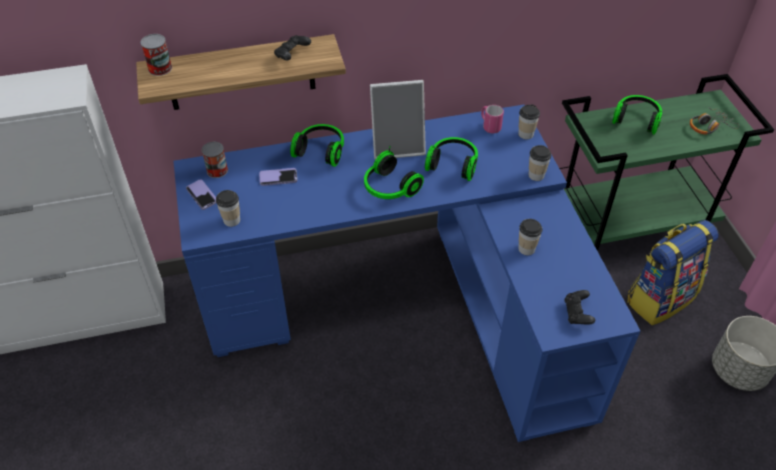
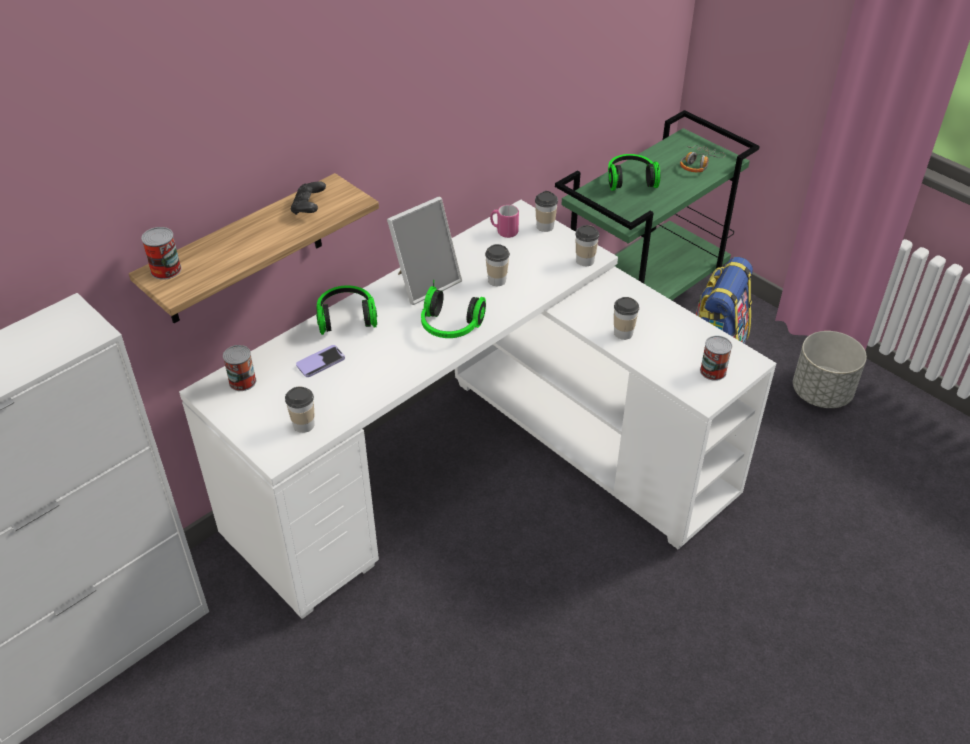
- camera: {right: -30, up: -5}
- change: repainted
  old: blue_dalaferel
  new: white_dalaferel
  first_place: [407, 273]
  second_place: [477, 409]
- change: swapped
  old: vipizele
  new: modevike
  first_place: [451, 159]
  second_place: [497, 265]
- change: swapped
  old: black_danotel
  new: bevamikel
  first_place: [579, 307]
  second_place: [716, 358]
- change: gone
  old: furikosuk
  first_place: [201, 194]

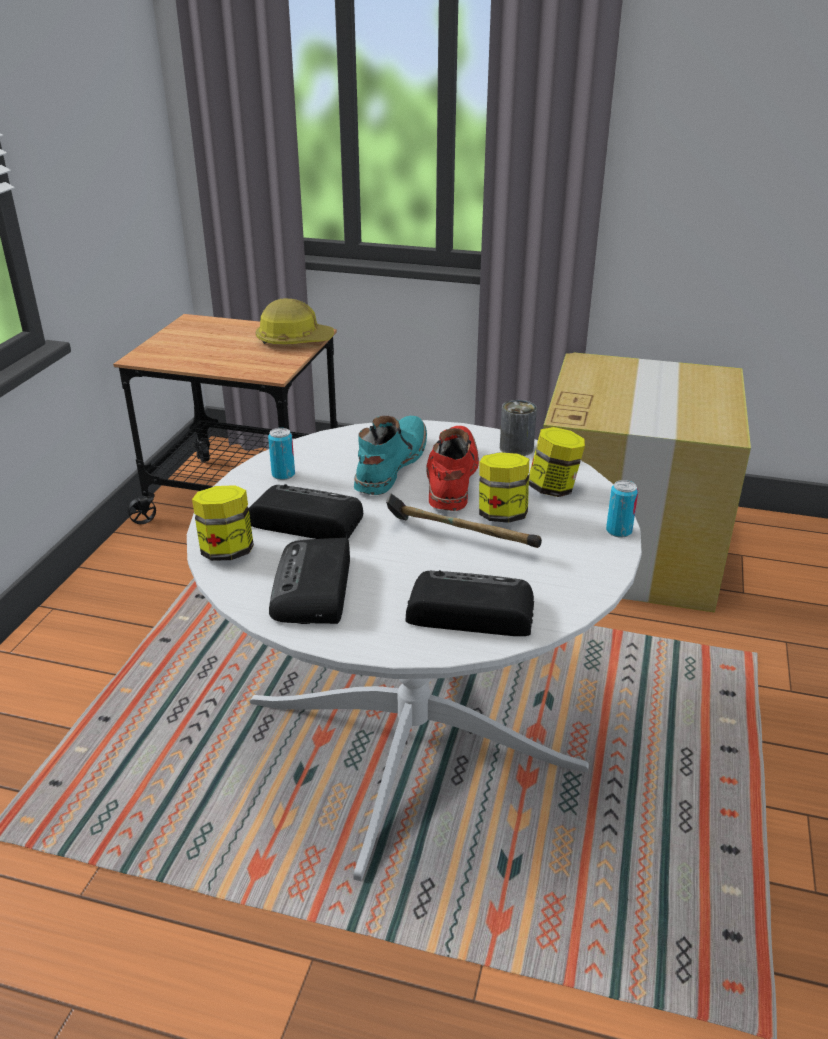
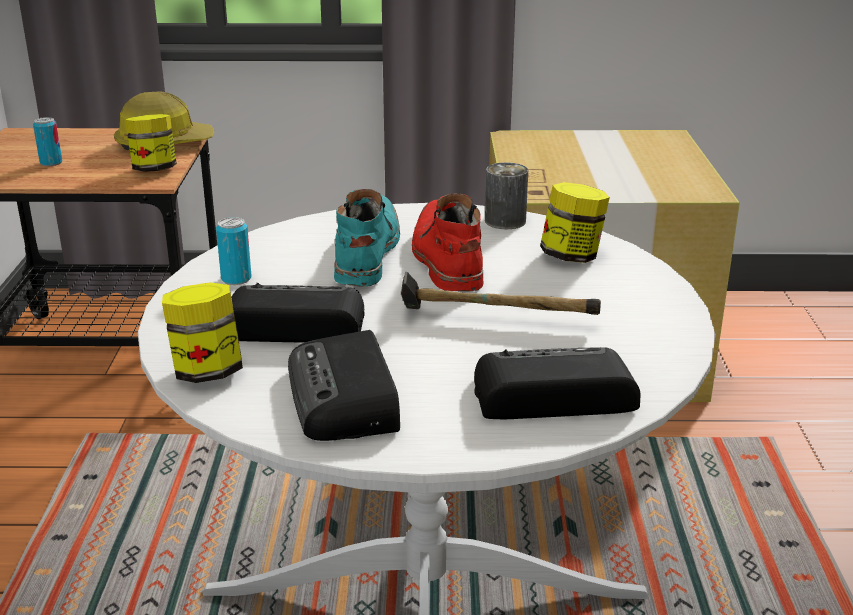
- camera: {right: -15, up: -5}
- change: shifted
  old: bevamikel
  first_place: [622, 509]
  second_place: [47, 141]
- change: shifted
  old: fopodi
  first_place: [504, 487]
  second_place: [151, 143]

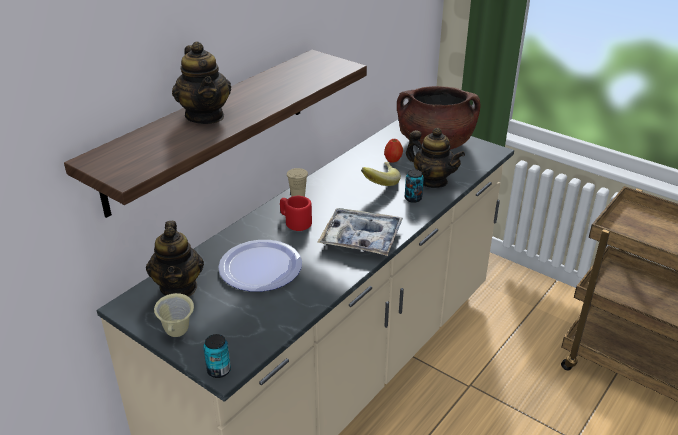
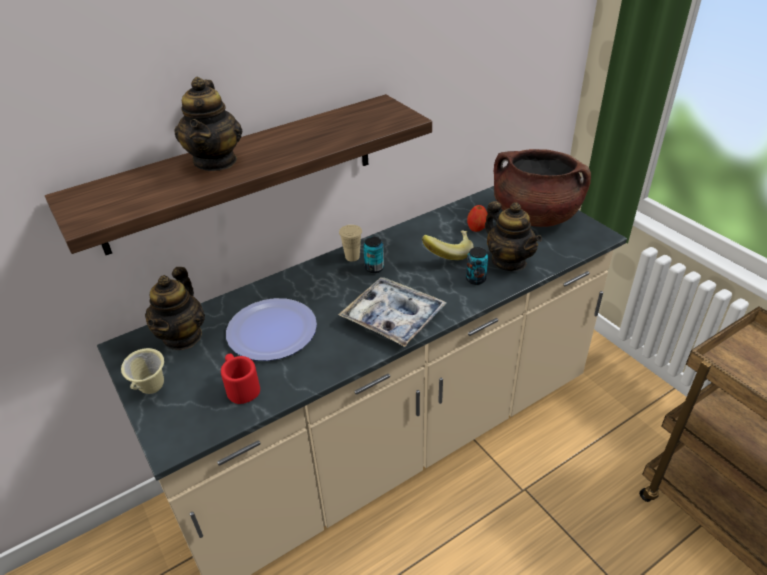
- camera: {right: 20, up: 5}
- change: shifted
  old: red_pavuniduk
  first_place: [296, 213]
  second_place: [240, 379]
- change: shifted
  old: bevamikel
  first_place: [217, 356]
  second_place: [373, 255]

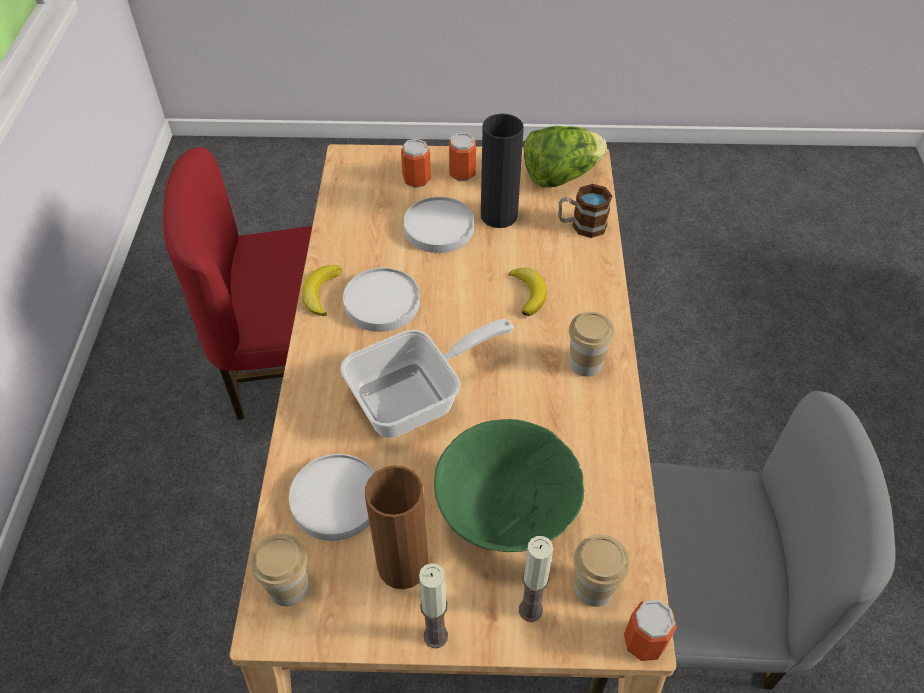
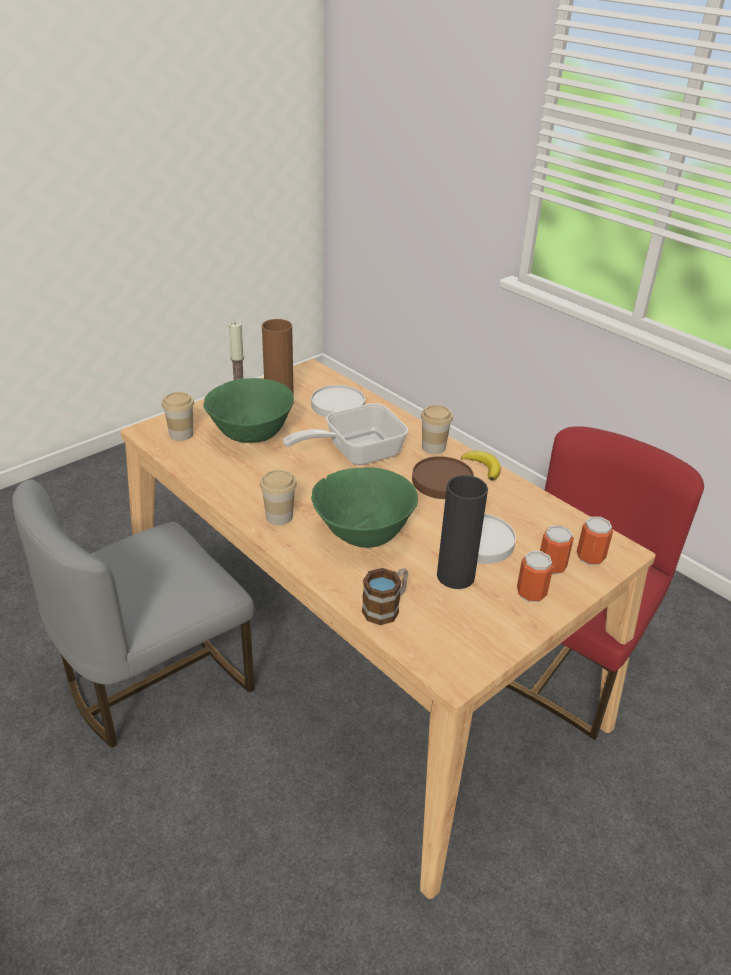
- camera: {right: 135, up: -15}
- change: rotated
  old: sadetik
  first_place: [427, 378]
  second_place: [345, 434]
  degrees: 45
- change: swapped
  old: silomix
  new: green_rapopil
  first_place: [527, 292]
  second_place: [364, 507]
- change: repainted
  old: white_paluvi
  new: brown_paluvi
  first_place: [381, 300]
  second_place: [443, 477]
- change: shifted
  old: modevike
  first_place: [280, 570]
  second_place: [437, 429]
- change: shifted
  old: bevamikel
  first_place: [650, 630]
  second_place: [595, 541]
- change: gone
  old: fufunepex
  first_place: [536, 579]
- change: gone
  old: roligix
  first_place: [565, 156]

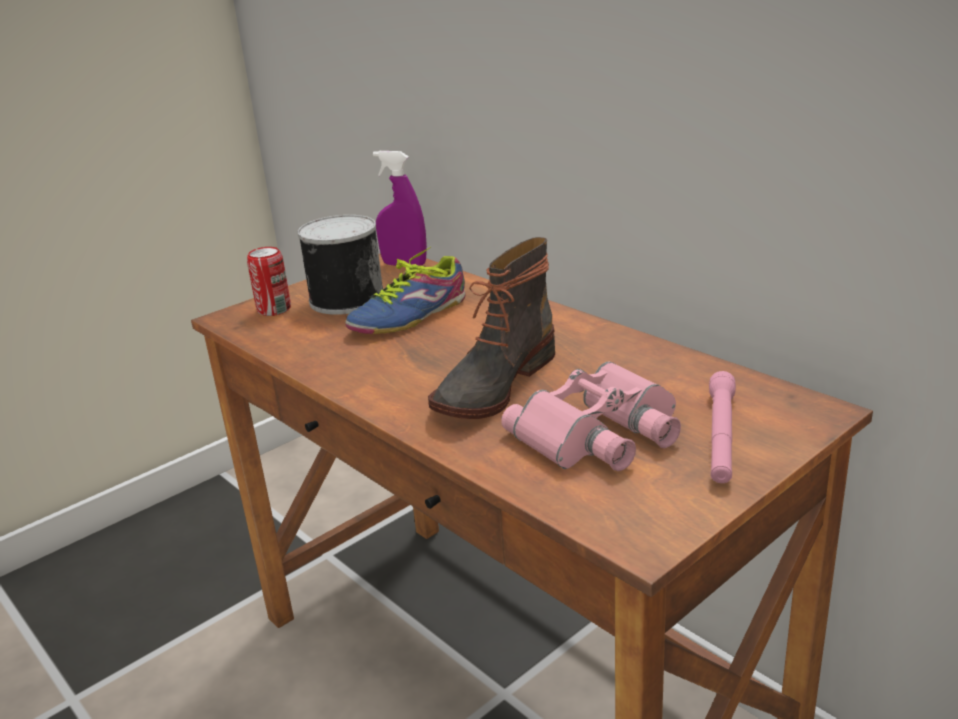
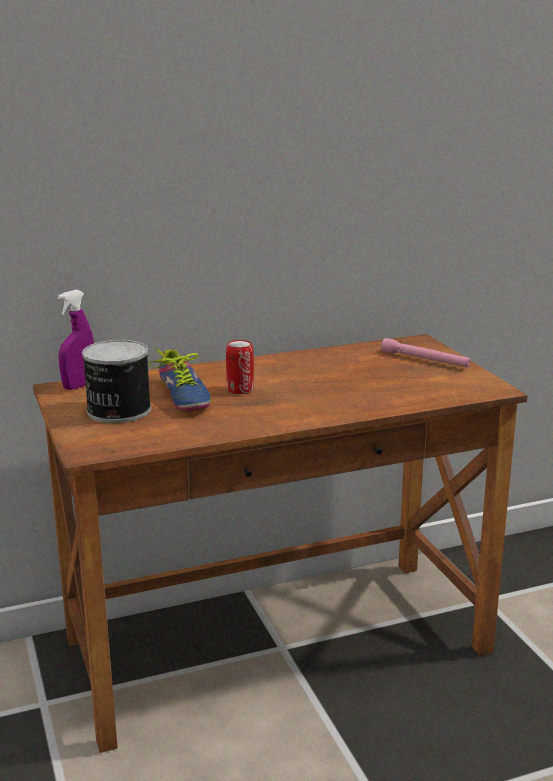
- camera: {right: -70, up: -5}
- change: shifted
  old: bevamikel
  first_place: [269, 281]
  second_place: [240, 367]
- change: gone
  old: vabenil
  first_place: [491, 328]
- change: gone
  old: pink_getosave
  first_place: [591, 416]

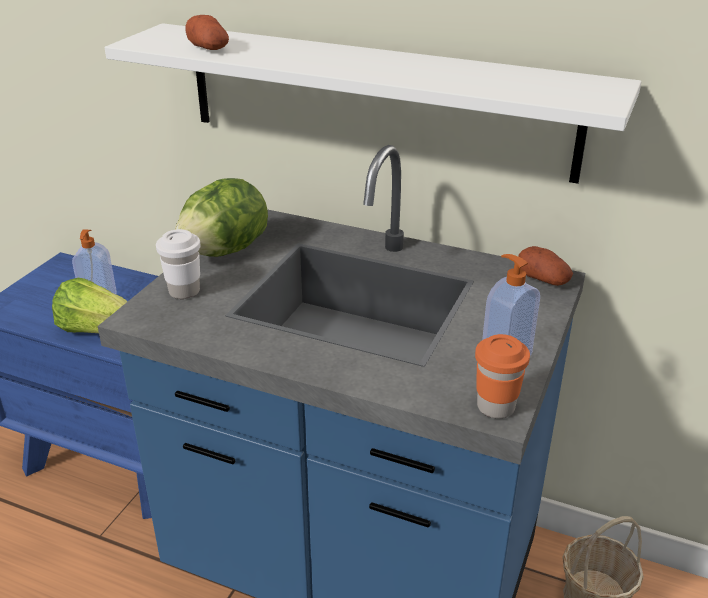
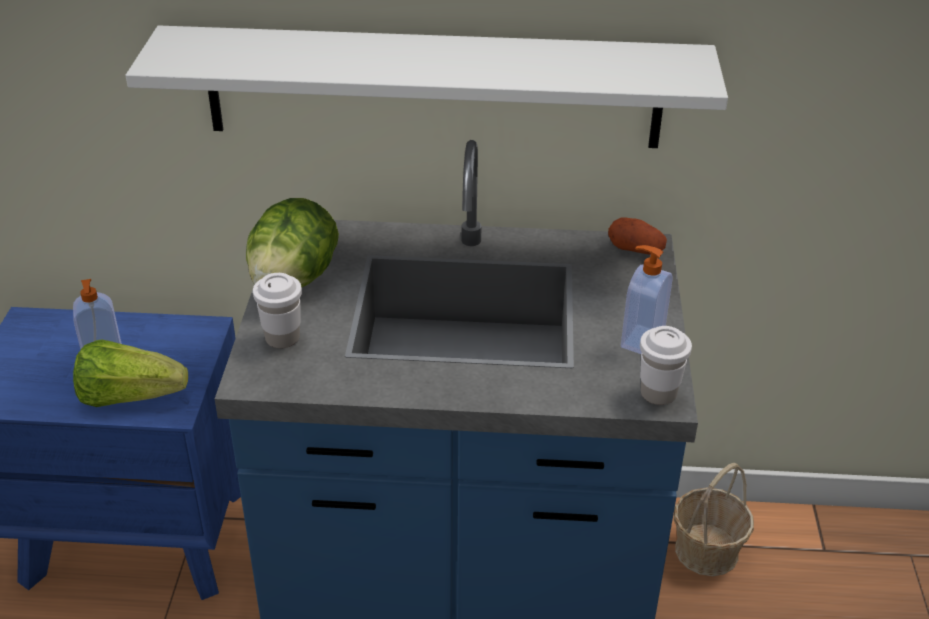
- camera: {right: -20, up: 5}
- change: repainted
  old: orange_modevike
  new: white_modevike
  first_place: [502, 376]
  second_place: [666, 365]
- change: gone
  old: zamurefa
  first_place: [207, 32]

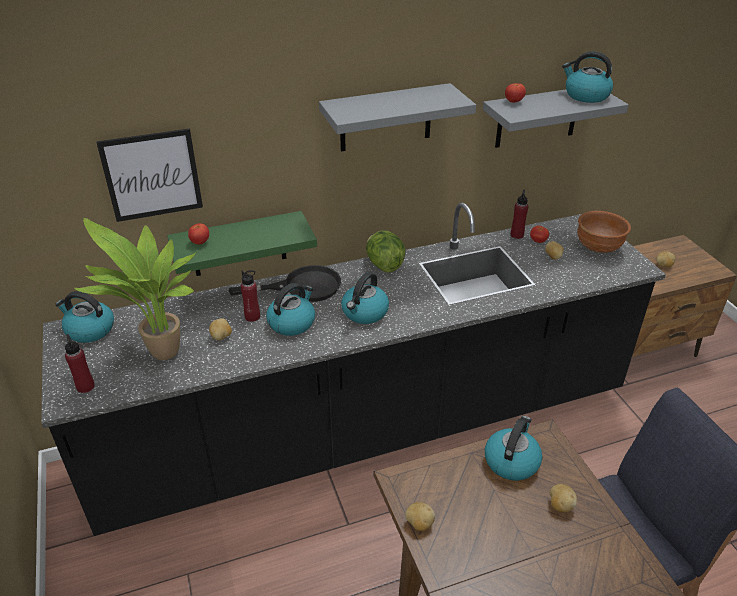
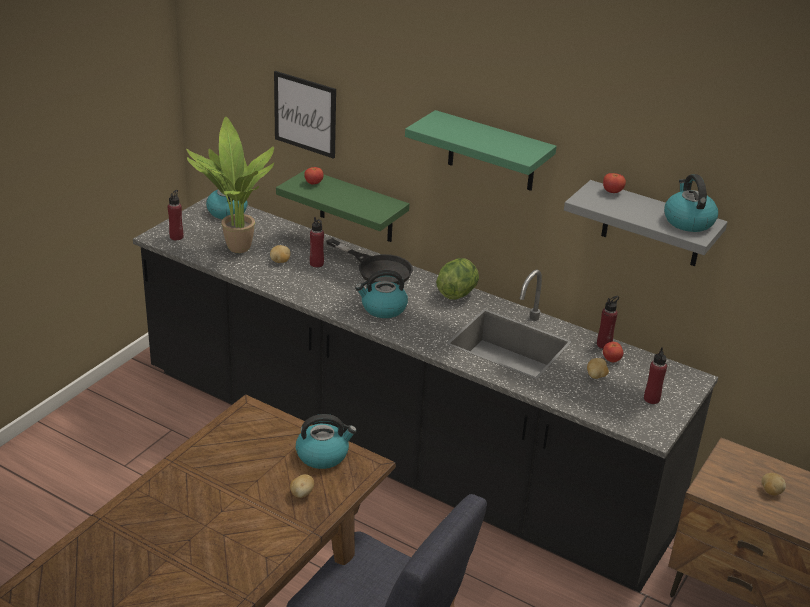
- camera: {right: 50, up: -5}
- change: repainted
  old: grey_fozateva
  new: green_fozateva
  first_place: [397, 117]
  second_place: [481, 150]
- change: swapped
  old: brown_rapopil
  new: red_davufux
  first_place: [604, 232]
  second_place: [655, 375]
- change: gone
  old: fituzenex
  first_place: [290, 309]
- change: gone
  old: zamurefa
  first_place: [420, 516]

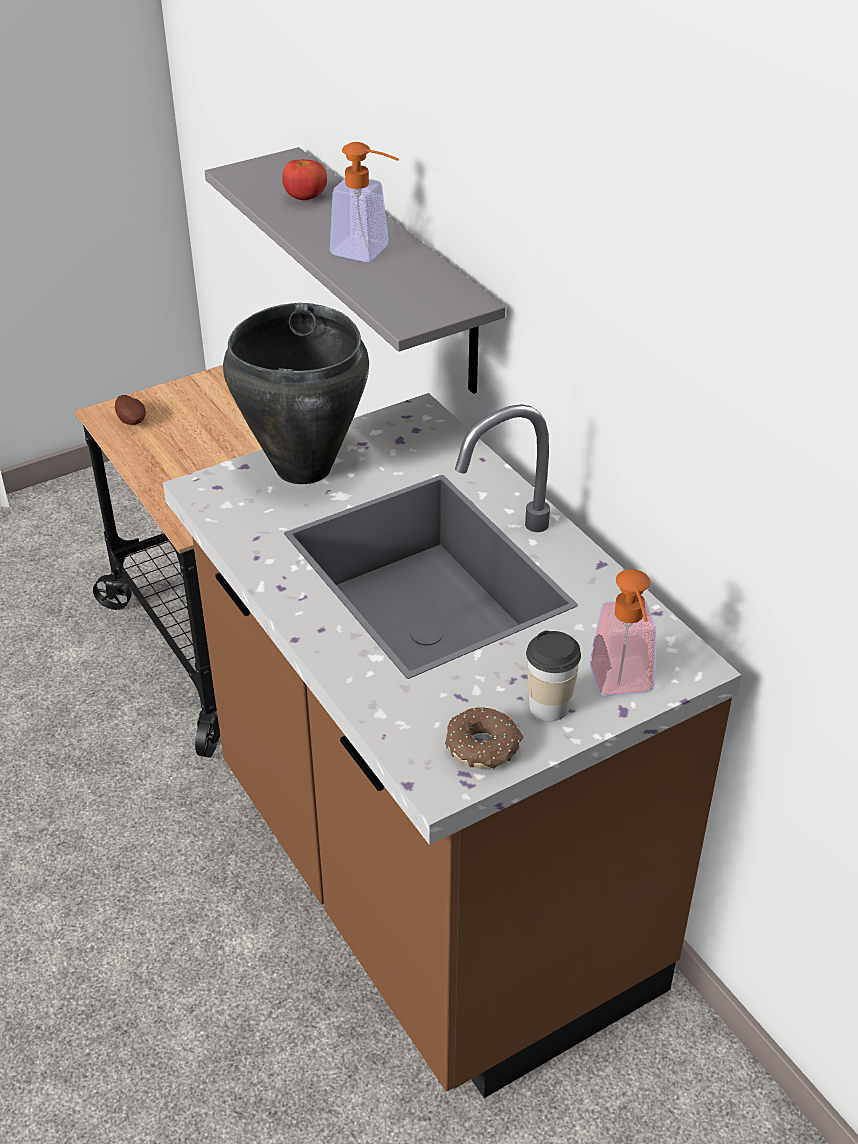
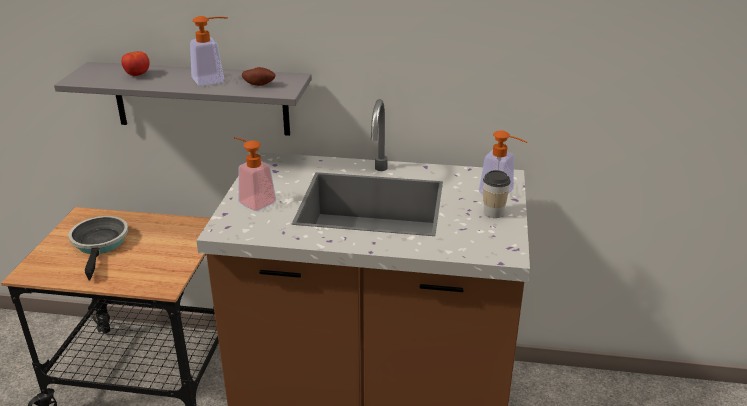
- camera: {right: -50, up: -10}
- change: new
  new: sadetik
  second_place: [98, 248]
- change: swapped
  old: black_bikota
  new: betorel
  first_place: [296, 393]
  second_place: [255, 174]
- change: shifted
  old: zamurefa
  first_place: [130, 410]
  second_place: [258, 76]
- change: gone
  old: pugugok
  first_place: [484, 738]

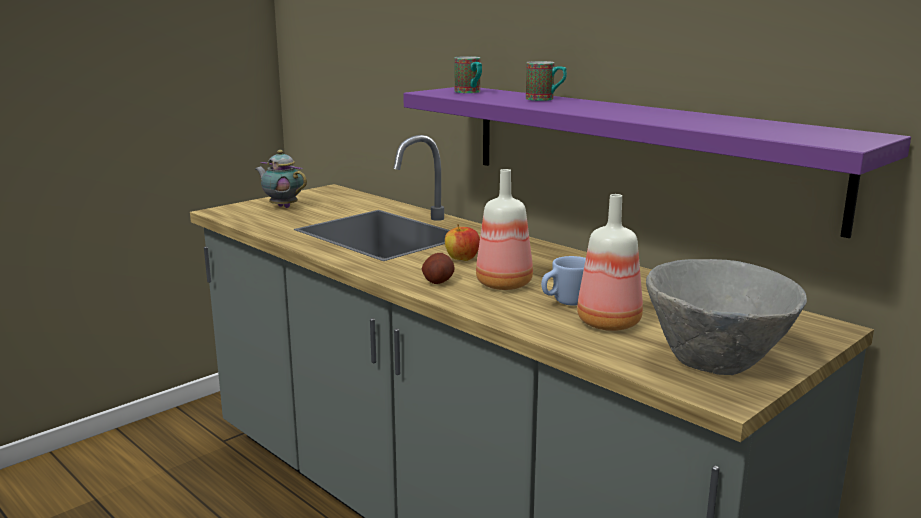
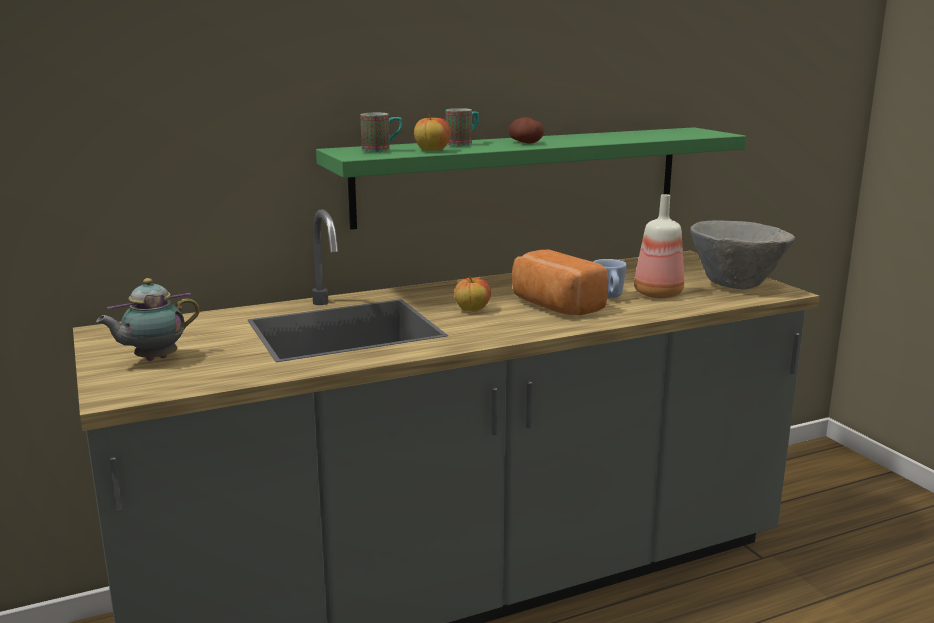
- camera: {right: -70, up: 0}
- change: repainted
  old: purple_fozateva
  new: green_fozateva
  first_place: [657, 162]
  second_place: [531, 178]
- change: new
  new: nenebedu
  second_place: [432, 132]
- change: shifted
  old: zamurefa
  first_place: [438, 268]
  second_place: [526, 130]
- change: swapped
  old: davufux
  new: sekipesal
  first_place: [504, 229]
  second_place: [560, 282]

